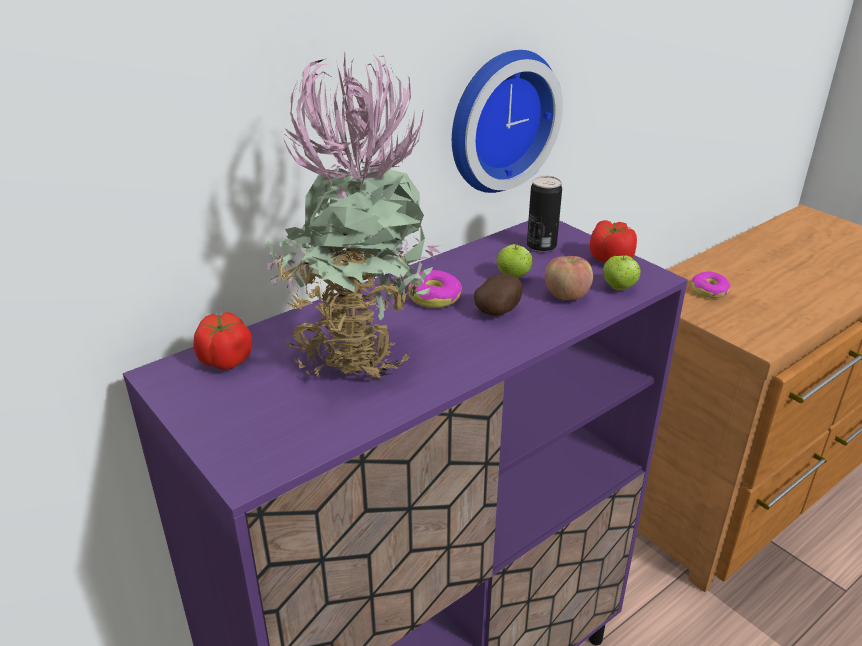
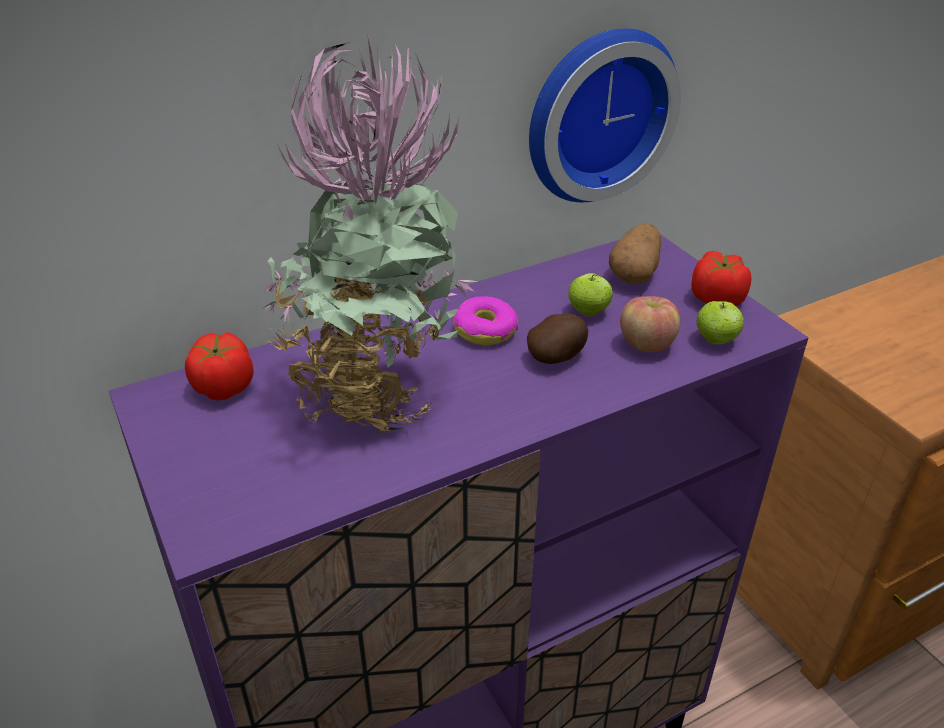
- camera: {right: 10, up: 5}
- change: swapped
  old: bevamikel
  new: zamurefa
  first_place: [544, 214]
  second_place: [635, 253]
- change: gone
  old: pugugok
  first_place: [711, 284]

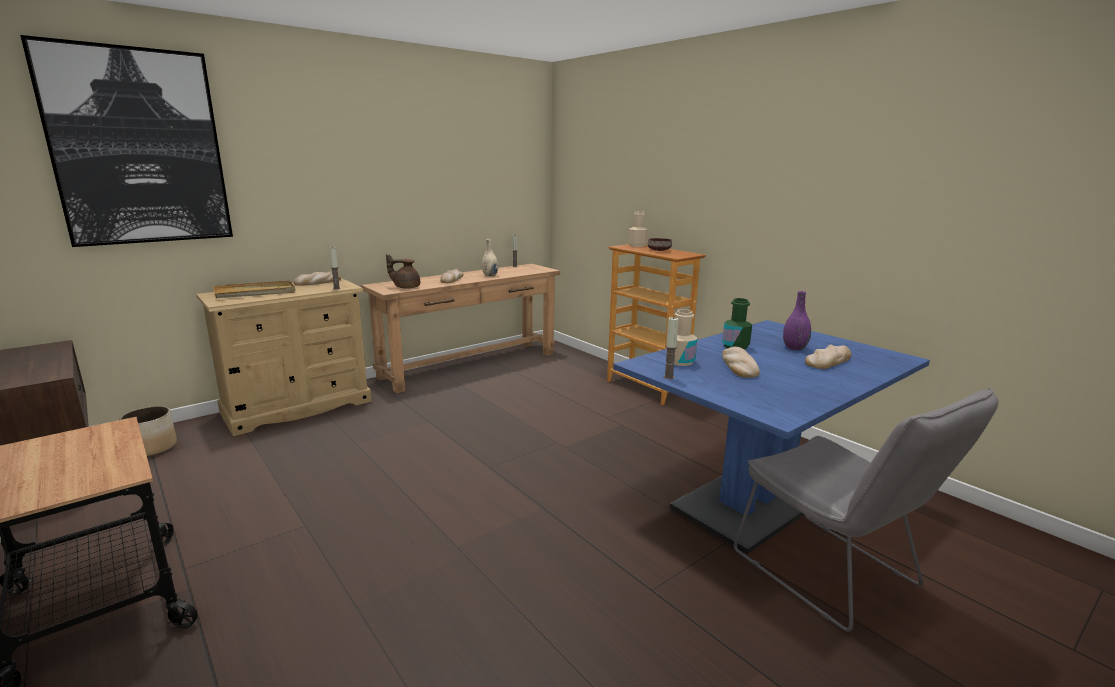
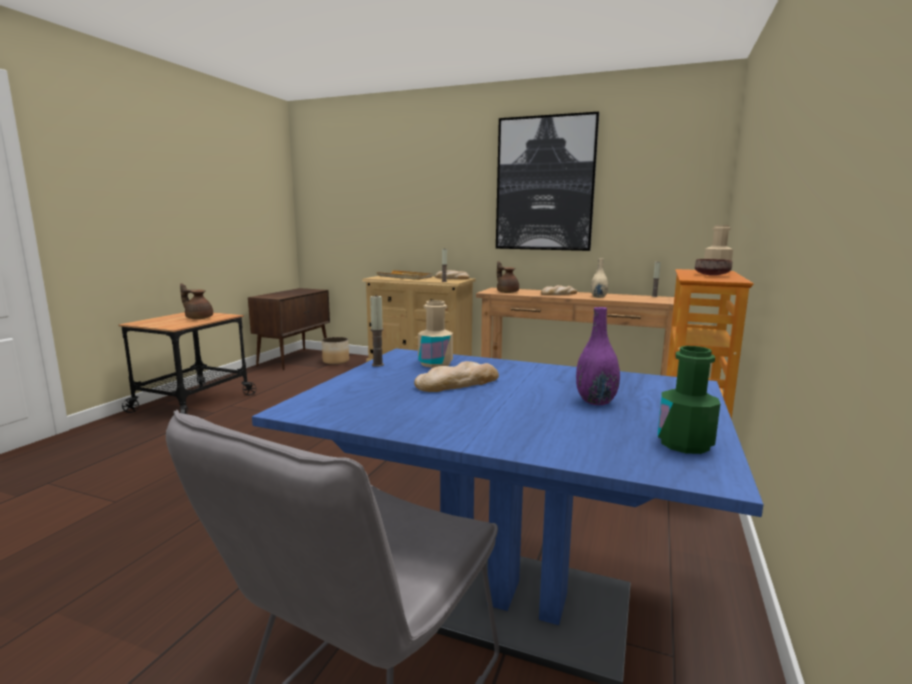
- camera: {right: 60, up: -5}
- change: new
  new: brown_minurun
  second_place: [196, 301]
- change: shifted
  old: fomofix
  first_place: [126, 141]
  second_place: [547, 181]
- change: shifted
  old: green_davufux
  first_place: [737, 324]
  second_place: [689, 400]
- change: gone
  old: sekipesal
  first_place: [828, 357]

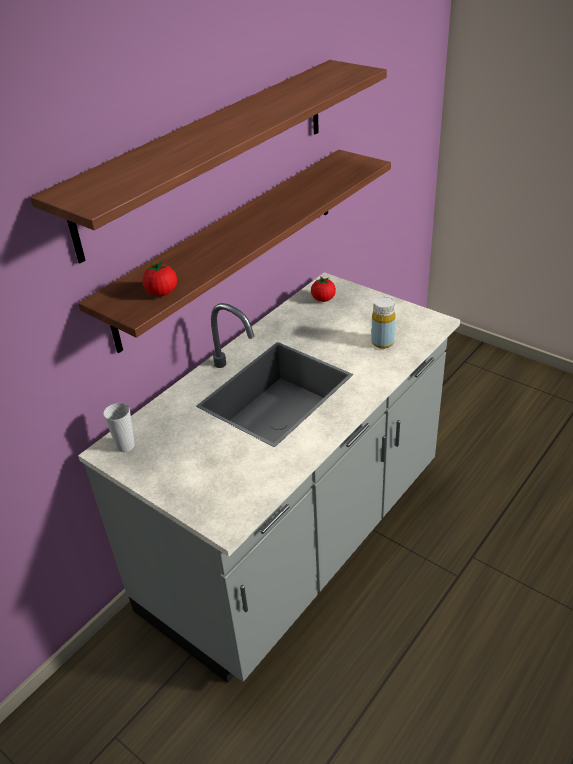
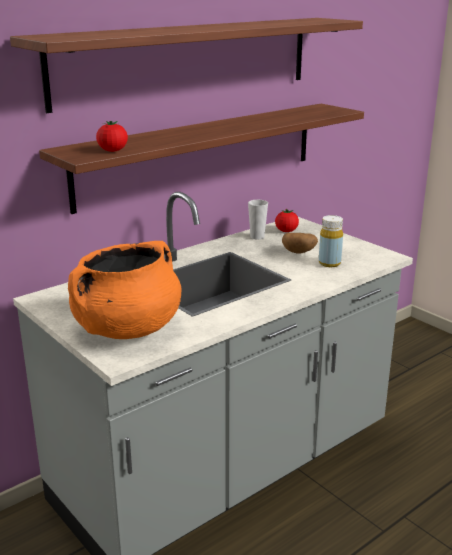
- camera: {right: 10, up: -15}
- change: new
  new: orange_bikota
  second_place: [124, 290]
- change: shifted
  old: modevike
  first_place: [119, 427]
  second_place: [258, 219]
- change: new
  new: zamurefa
  second_place: [300, 243]

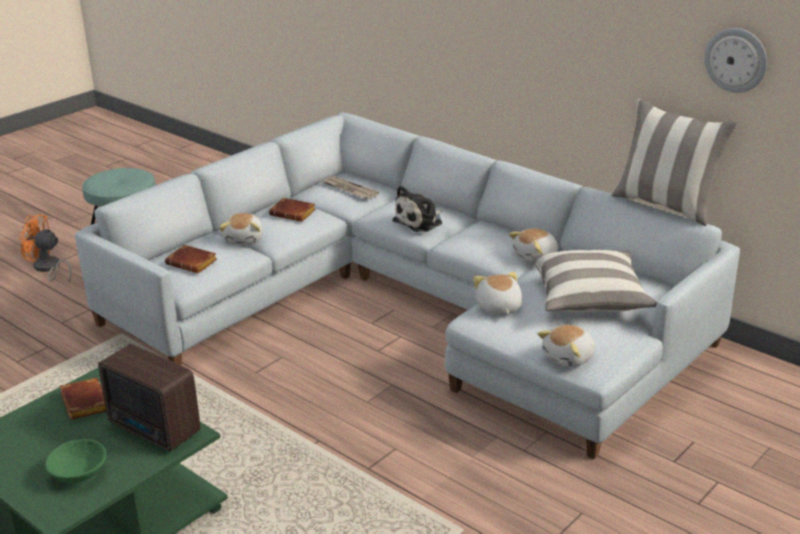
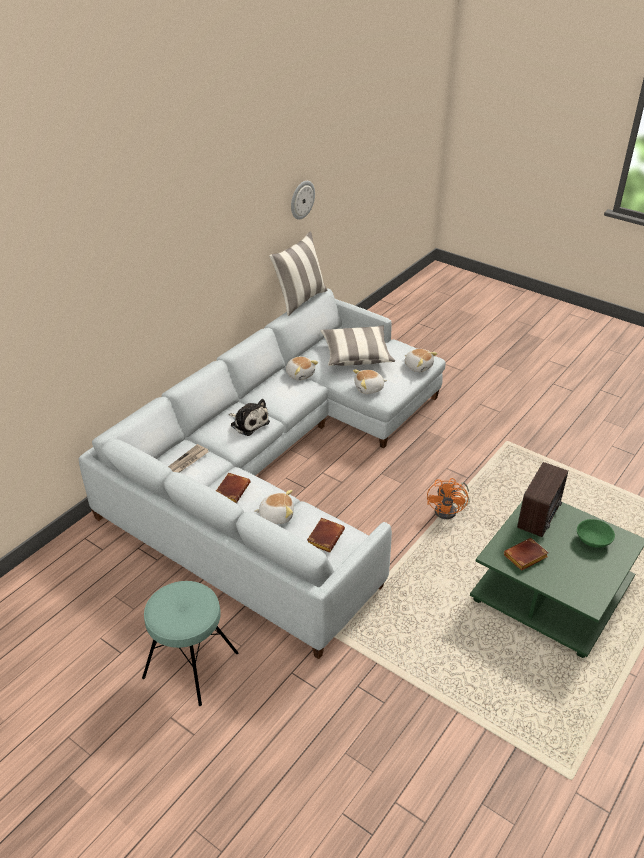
- camera: {right: -95, up: 10}
- change: shifted
  old: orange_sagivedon
  first_place: [45, 248]
  second_place: [448, 498]

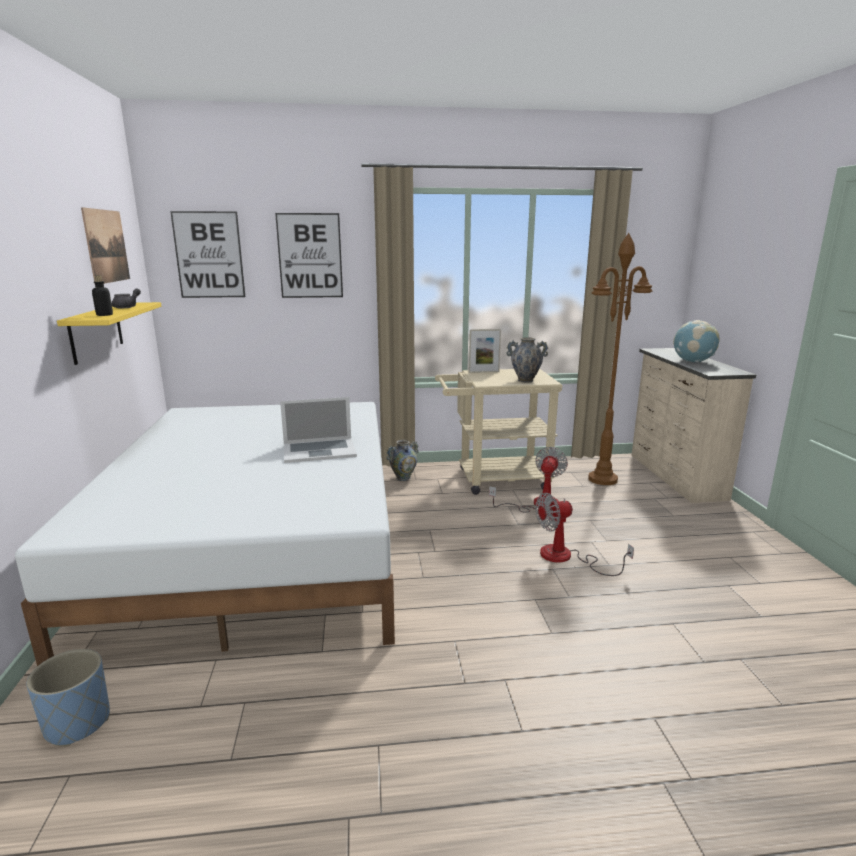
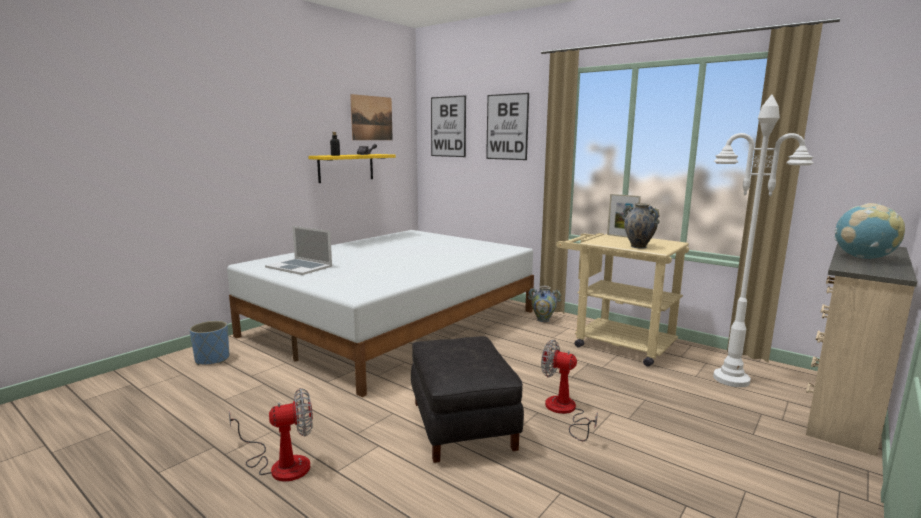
- camera: {right: 45, up: -5}
- change: shifted
  old: sagivedon
  first_place: [528, 480]
  second_place: [271, 435]
- change: shifted
  old: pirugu
  first_place: [318, 430]
  second_place: [298, 250]
- change: new
  new: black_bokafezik
  second_place: [467, 399]
- change: repainted
  old: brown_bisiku
  new: white_bisiku
  first_place: [620, 359]
  second_place: [763, 241]

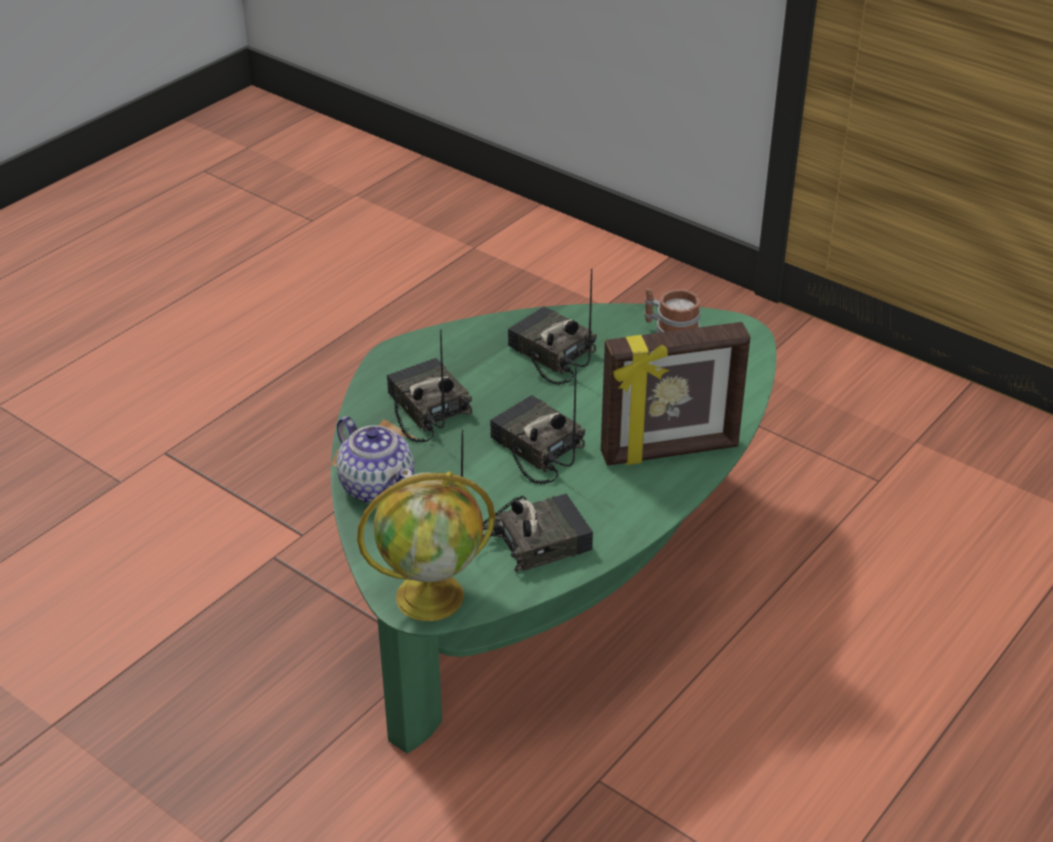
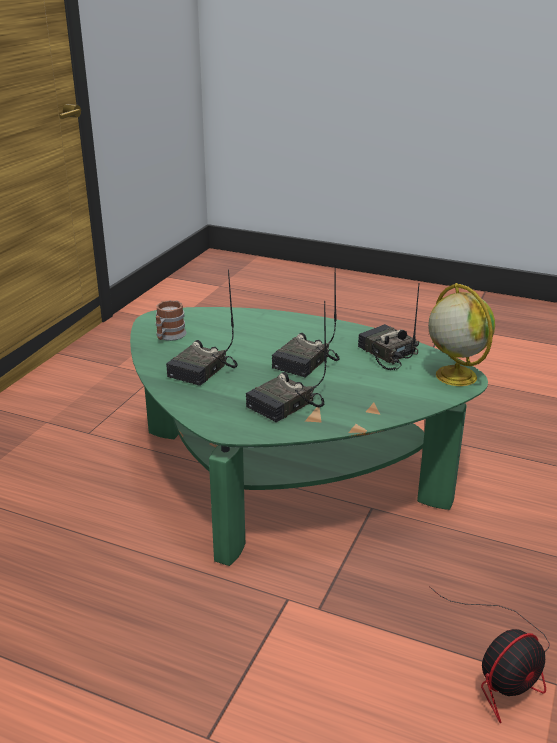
- camera: {right: -105, up: -10}
- change: new
  new: sagivedon
  second_place: [489, 654]
- change: gone
  old: minurun
  first_place: [375, 459]
- change: gone
  old: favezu
  first_place: [676, 394]

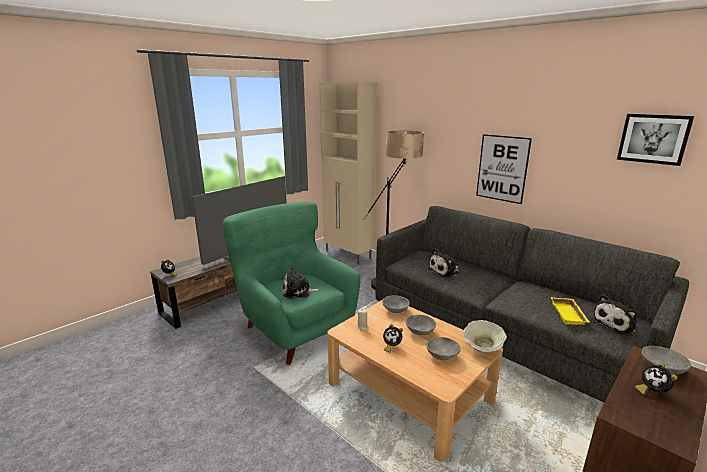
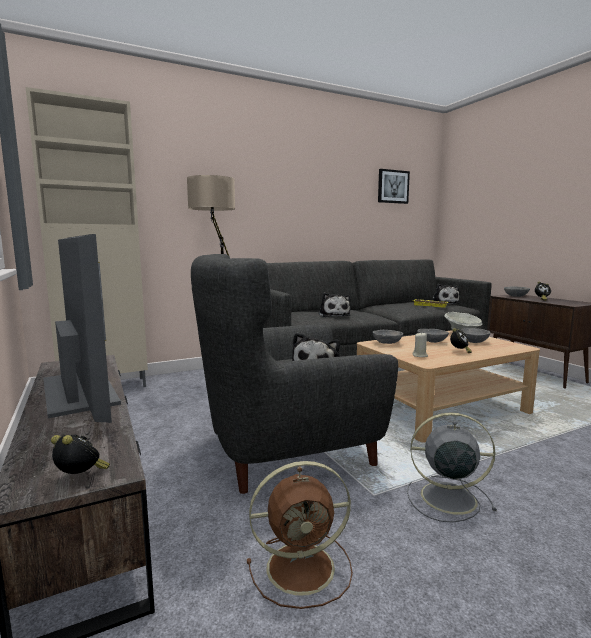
- camera: {right: -70, up: -10}
- change: repainted
  old: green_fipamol
  new: grey_fipamol
  first_place: [291, 283]
  second_place: [294, 374]
- change: new
  new: brown_sagivedon
  second_place: [300, 535]
- change: new
  new: grey_sagivedon
  second_place: [452, 467]
- change: gone
  old: fomofix
  first_place: [504, 169]

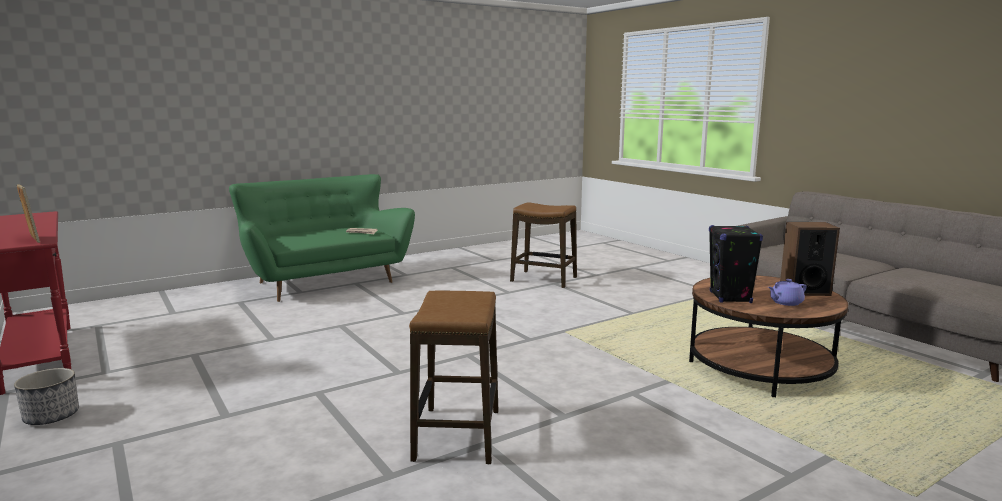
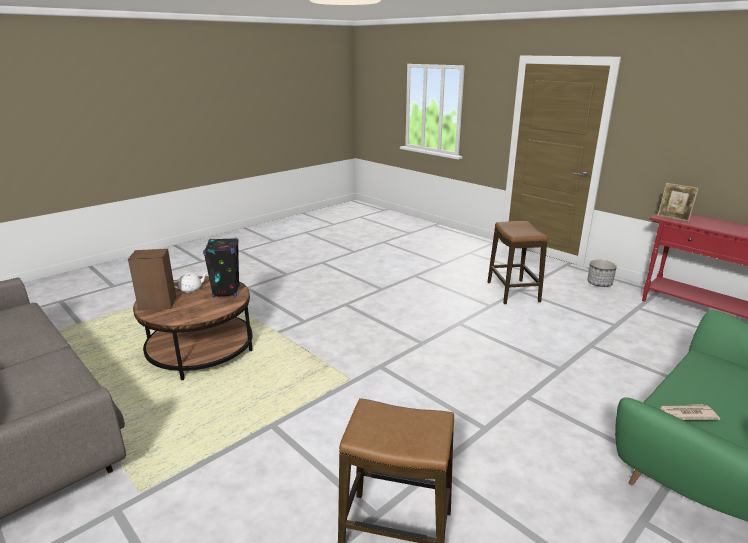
- camera: {right: 170, up: 10}
- change: repainted
  old: purple_minurun
  new: white_minurun
  first_place: [787, 292]
  second_place: [190, 283]
- change: shifted
  old: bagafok
  first_place: [453, 377]
  second_place: [518, 262]

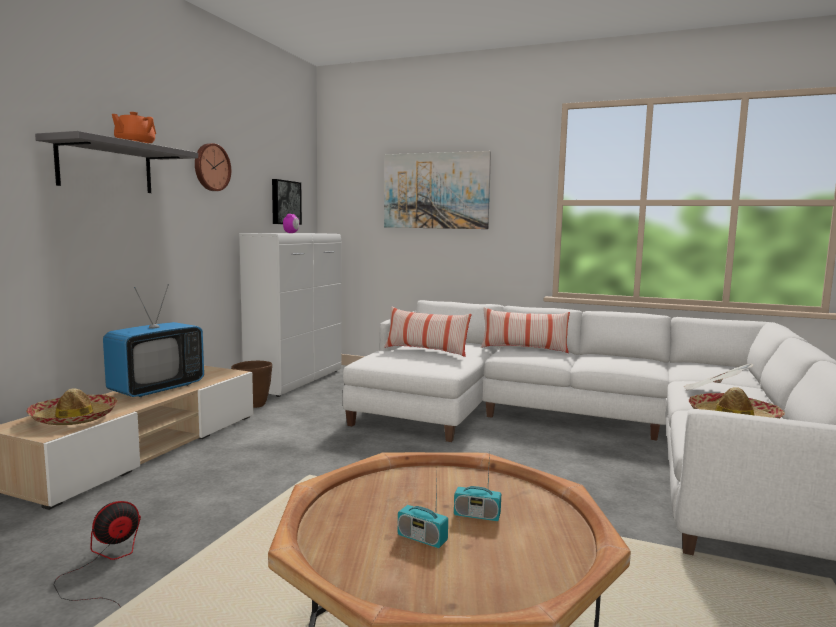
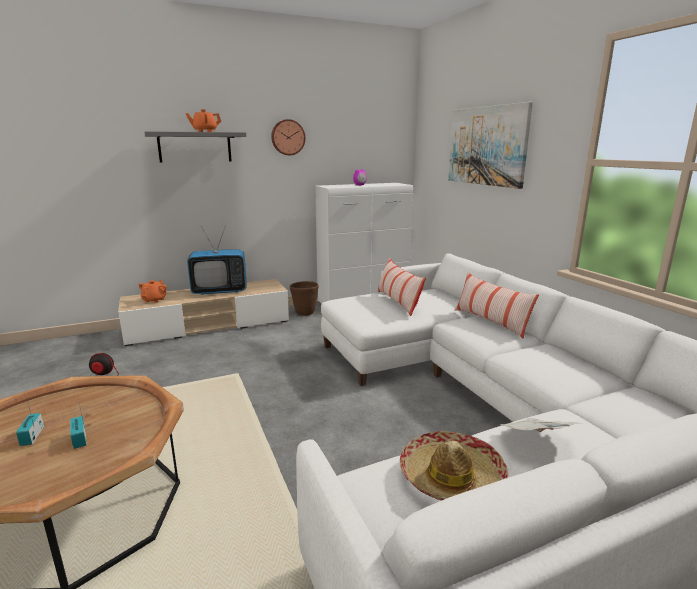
- camera: {right: 45, up: 10}
- change: swapped
  old: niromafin
  new: orange_minurun
  first_place: [72, 406]
  second_place: [153, 291]
- change: gone
  old: fomofix
  first_place: [287, 202]

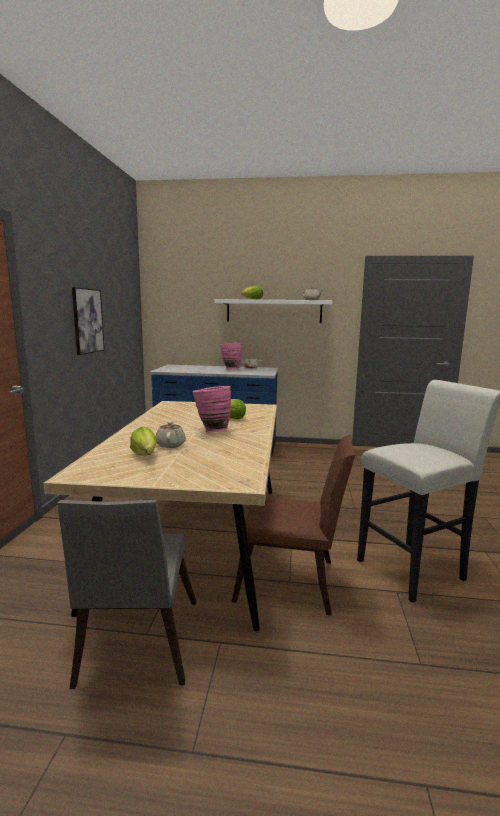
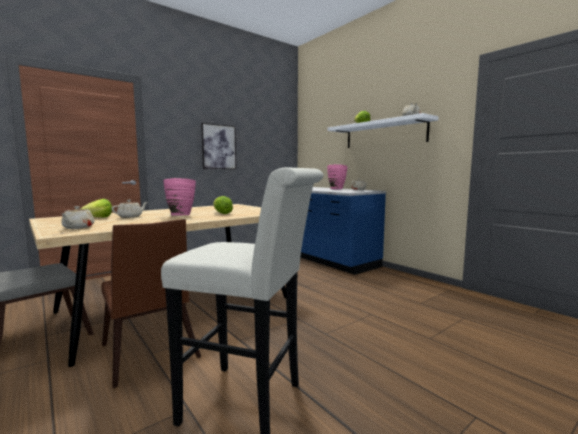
- camera: {right: 45, up: -5}
- change: new
  new: beige_minurun
  second_place: [77, 217]

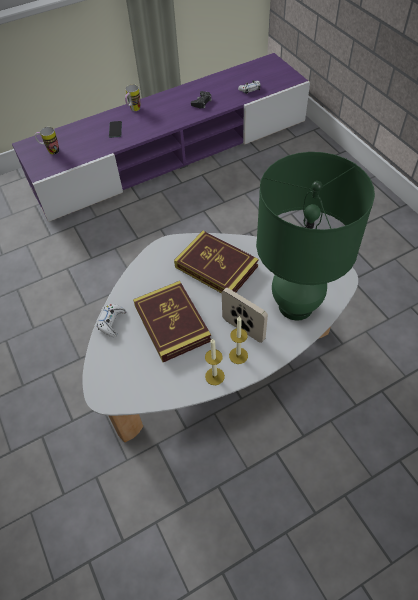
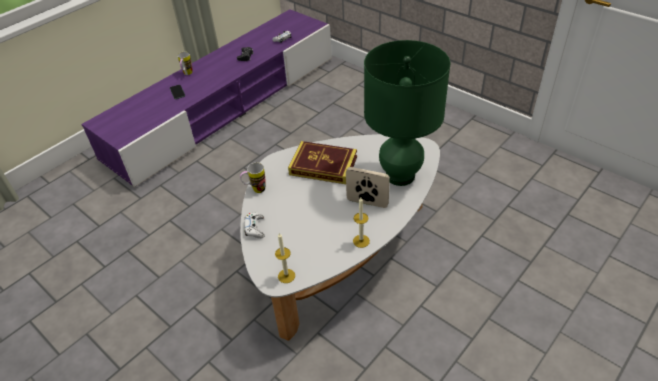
- camera: {right: -20, up: -10}
- change: shifted
  old: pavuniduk
  first_place: [47, 141]
  second_place: [253, 178]
- change: shifted
  old: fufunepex
  first_place: [238, 340]
  second_place: [285, 258]
- change: gone
  old: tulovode
  first_place: [172, 321]

